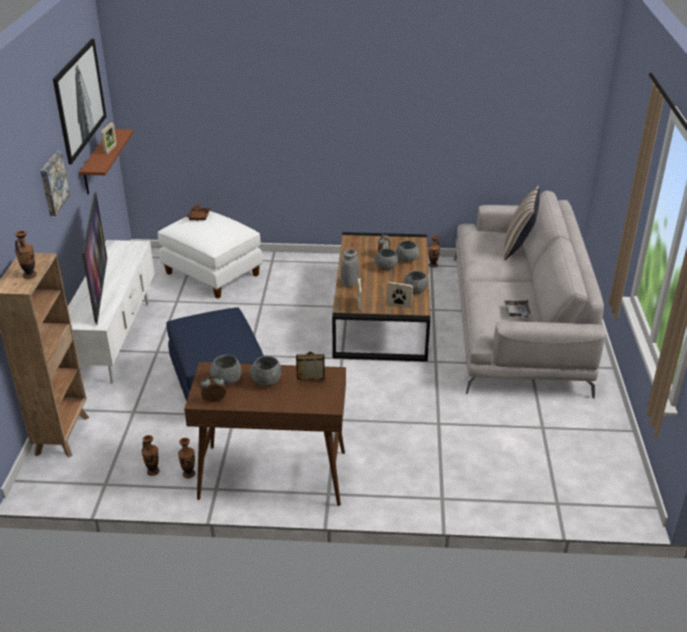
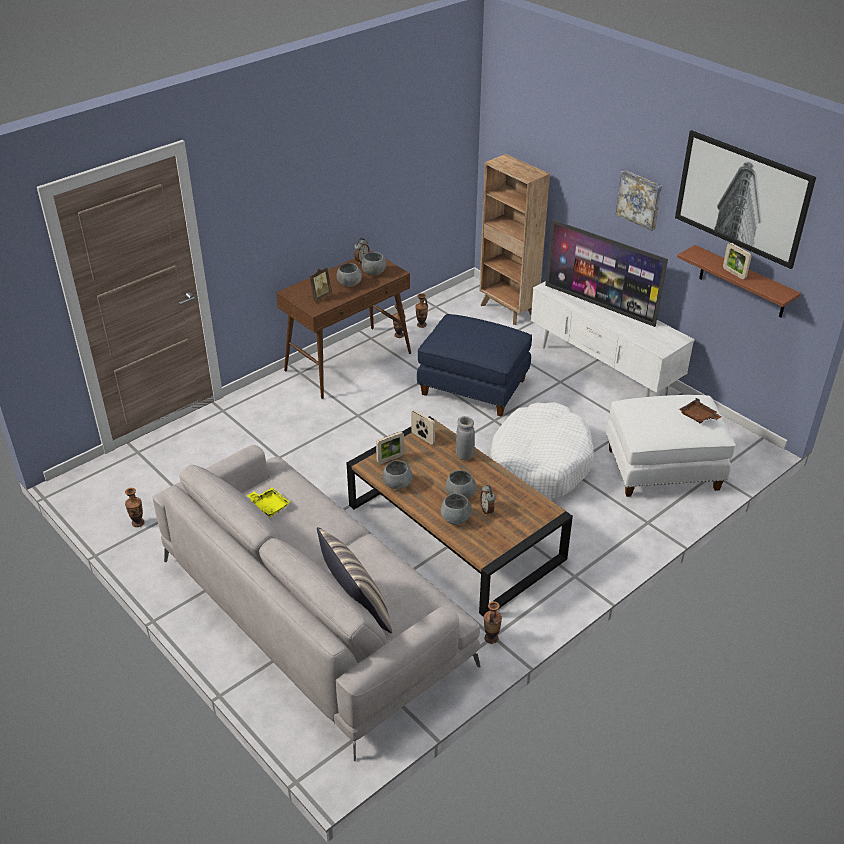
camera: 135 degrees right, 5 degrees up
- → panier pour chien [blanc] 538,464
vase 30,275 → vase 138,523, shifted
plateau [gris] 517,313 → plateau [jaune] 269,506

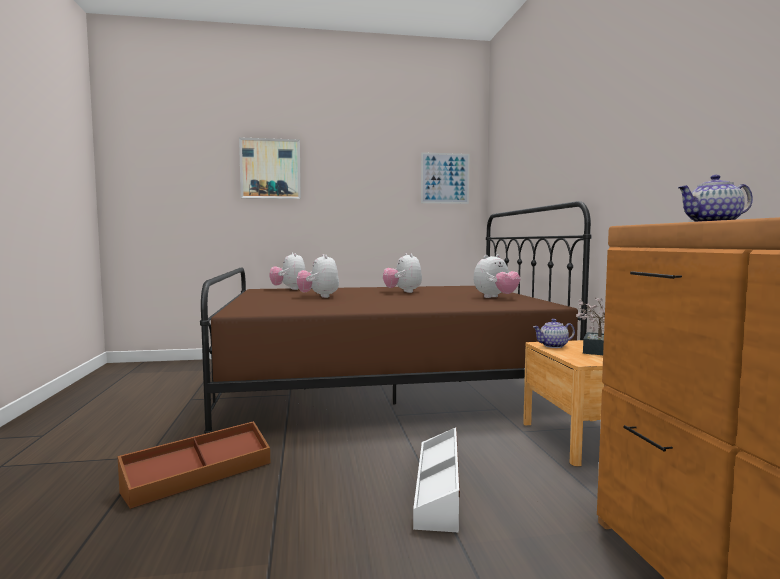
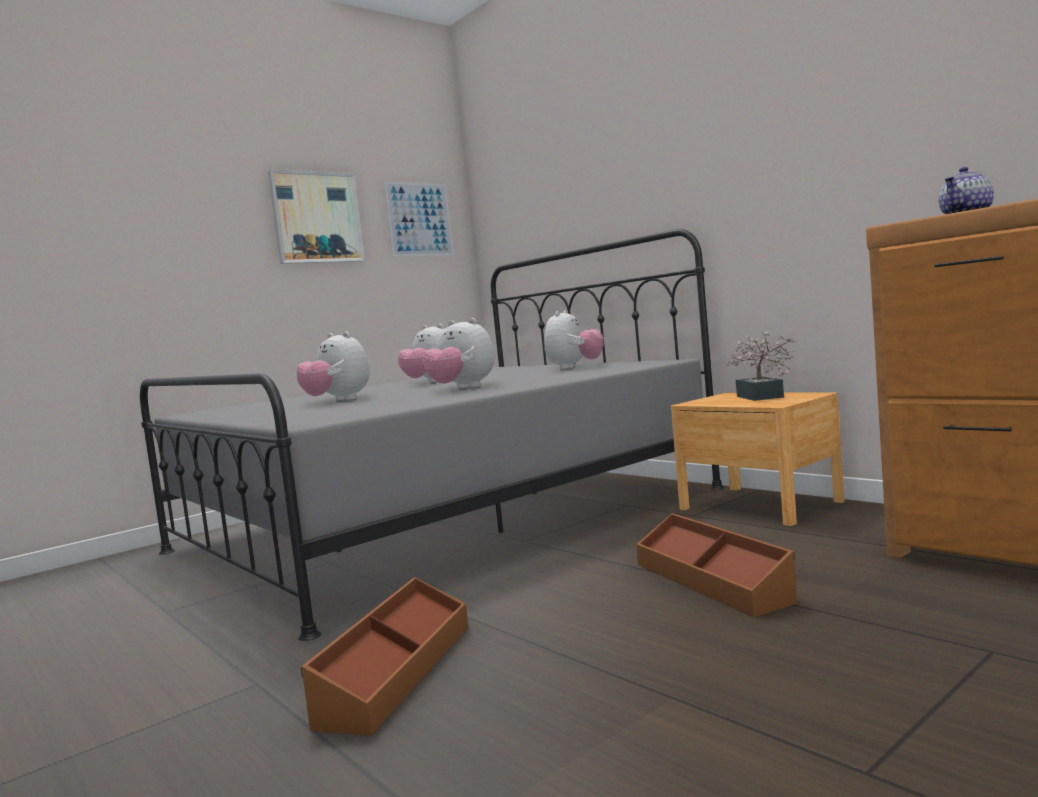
camera: 30 degrees left, 0 degrees up
théière 553,346 → -
tableau 270,169 → tableau 316,217, shifted
peluche 289,289 → peluche 462,388, shifted
lit [marron] 384,385 → lit [gris] 446,519
boîte de rangement [blanc] 439,489 → boîte de rangement [marron] 712,581

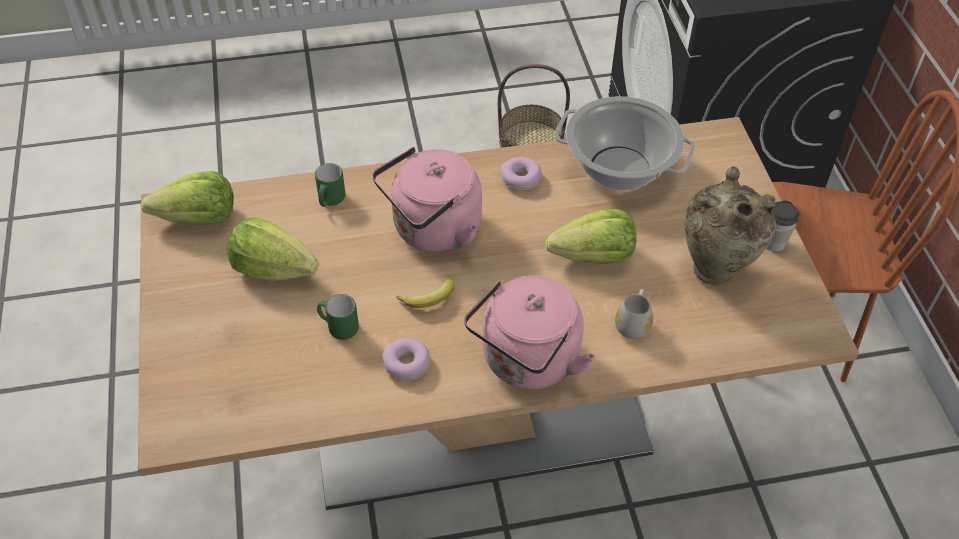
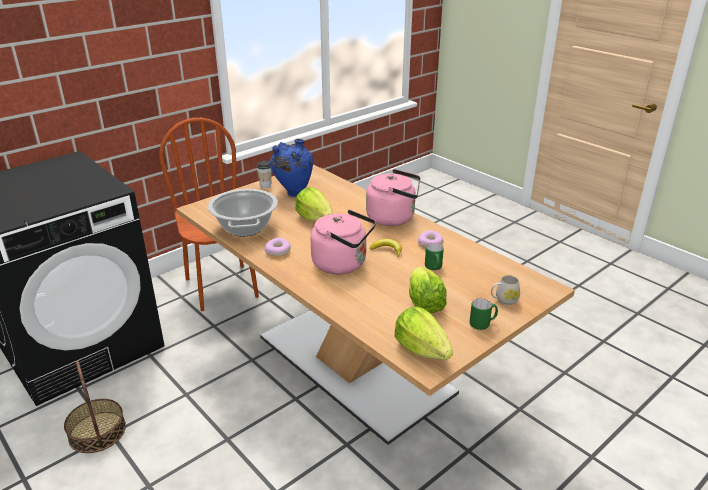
camera: 120 degrees left, 20 degrees down
mug [vert] 330,200 → mug [vert] 483,324, shifted
mug [blanc] 633,324 → mug [blanc] 503,300, shifted
vase [beige] 716,268 → vase [bleu] 293,193

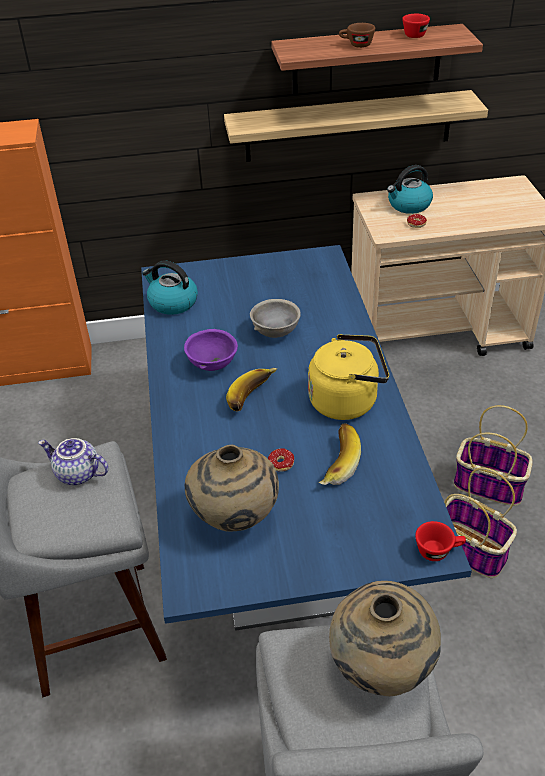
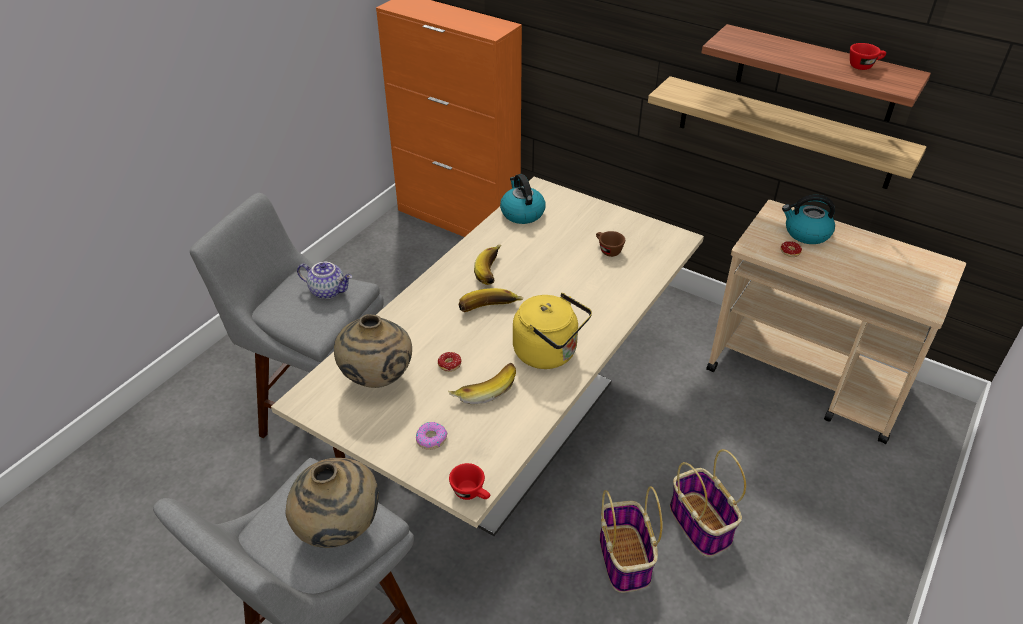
camera: 40 degrees right, 0 degrees up
bol [gris] 275,332 → -
- → beignet 431,439
tasse [marron] 356,45 → tasse [marron] 607,250, shifted
bol [violet] 213,365 → banane 493,272
table à manger [bleu] 278,517 → table à manger [beige] 511,431
théière 77,474 → théière 328,291, 135 degrees clockwise

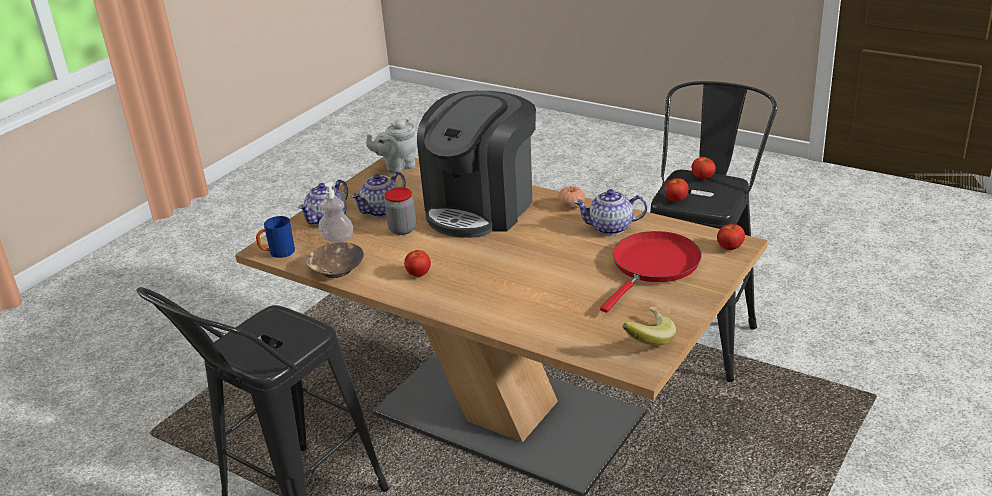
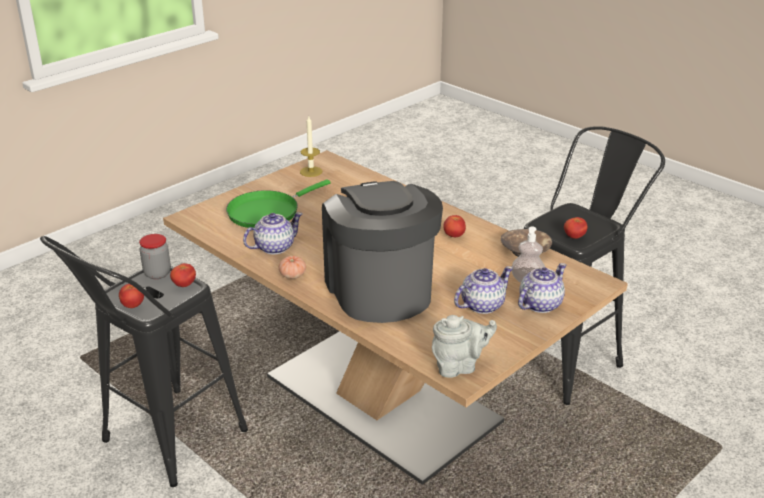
camera: 170 degrees left, 0 degrees up
mug [bleu] 277,253 → -
bocal 402,229 → bocal 157,273, shifted
tomate 730,247 → tomate 574,237, shifted
banane 646,339 → bougie 311,171
poêle [rouge] 653,266 → poêle [vert] 267,212
machine à café 481,207 → machine à café 379,290, 60 degrees counterclockwise
théière 611,228 → théière 274,247, 45 degrees counterclockwise

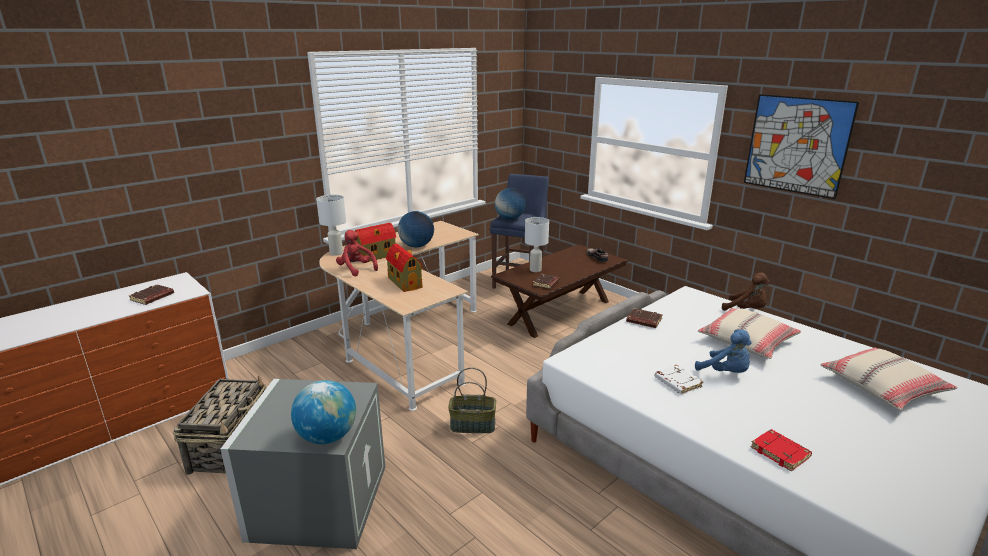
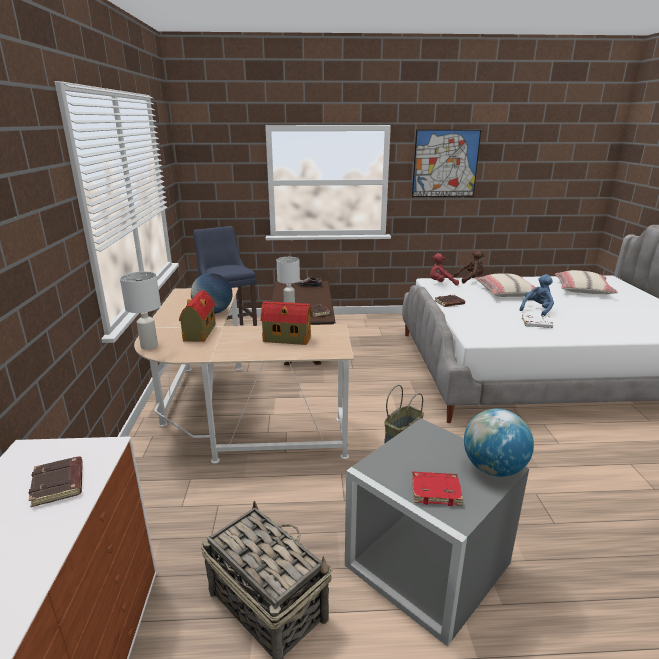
camera: 50 degrees left, 0 degrees up
globe 509,218 → -
peluche [rouge] 356,269 → peluche [rouge] 441,284, shifted
livre [rouge] 781,453 → livre [rouge] 436,491, shifted
peluche [bleu] 725,373 → peluche [bleu] 537,310, 45 degrees counterclockwise

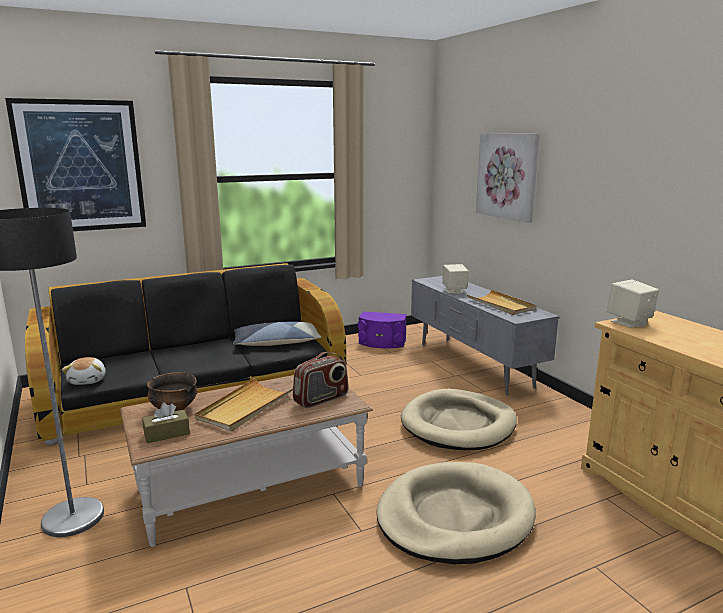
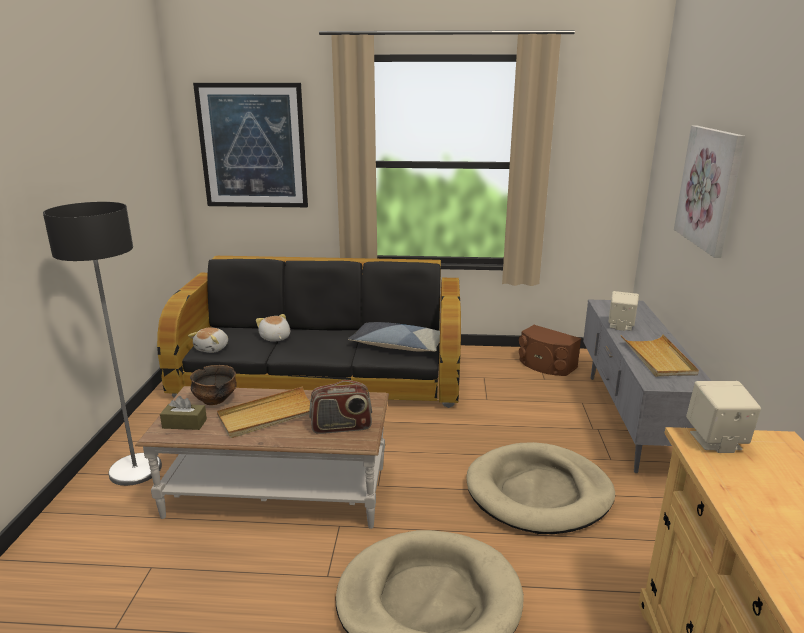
camera: 30 degrees right, 5 degrees up
- → peluche 275,338
enceinte [violet] 382,343 → enceinte [marron] 546,365

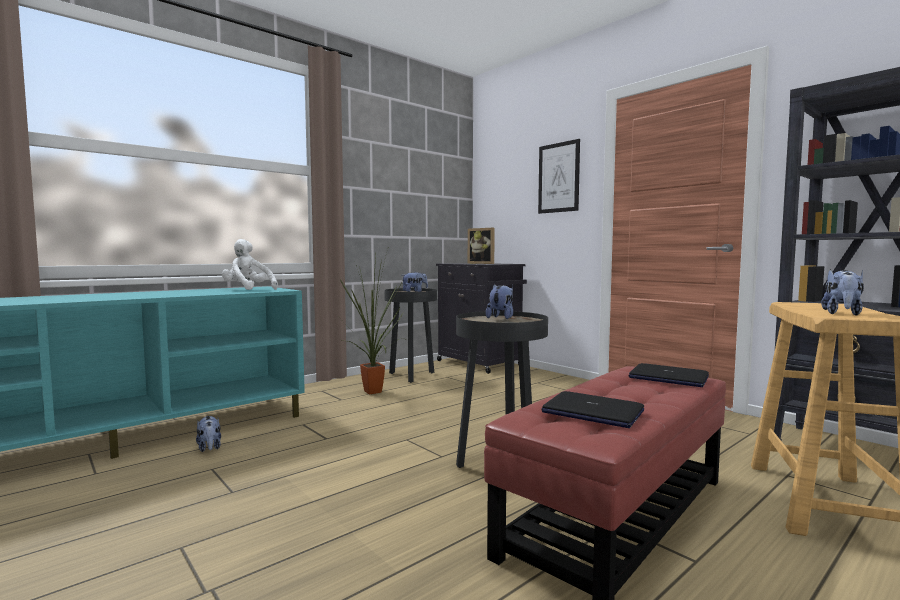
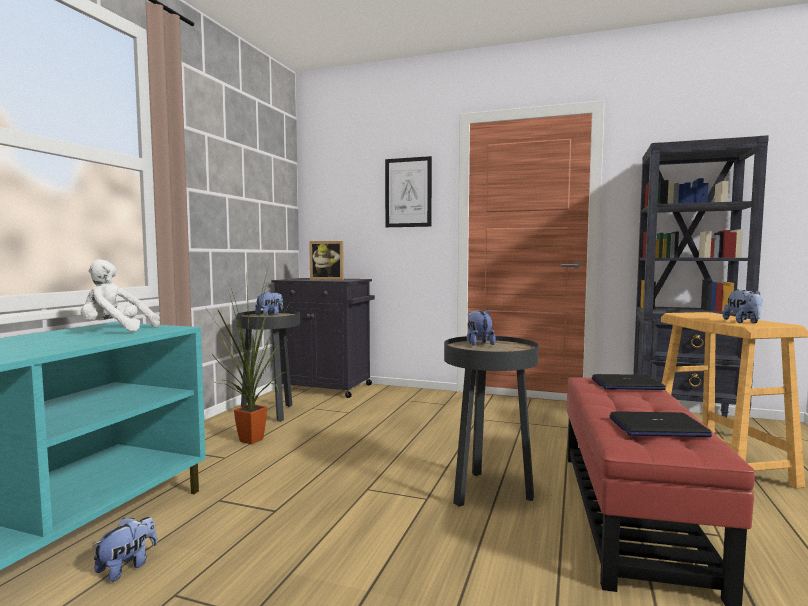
camera: 30 degrees left, 0 degrees up
peluche 209,448 → peluche 127,567, 90 degrees counterclockwise

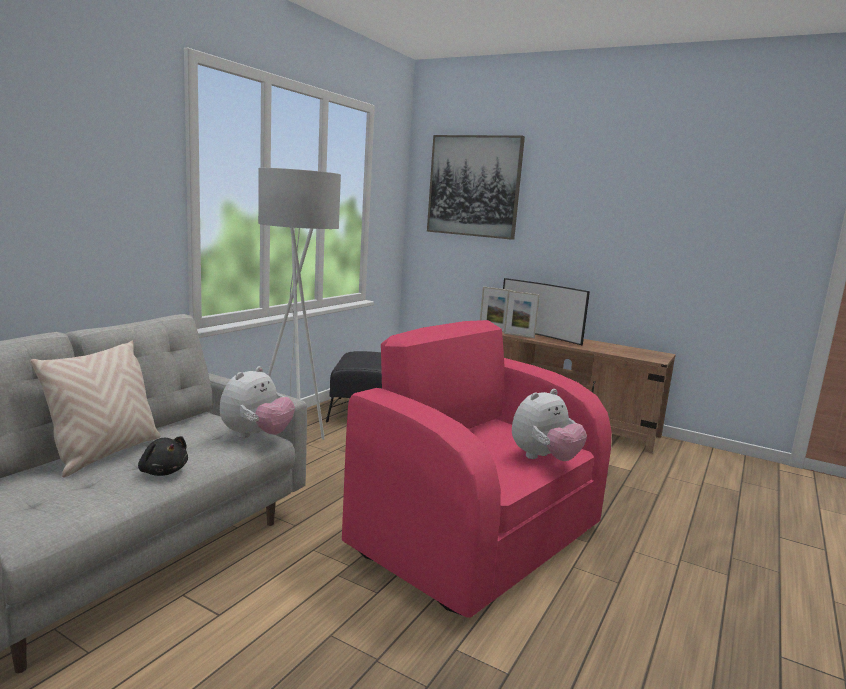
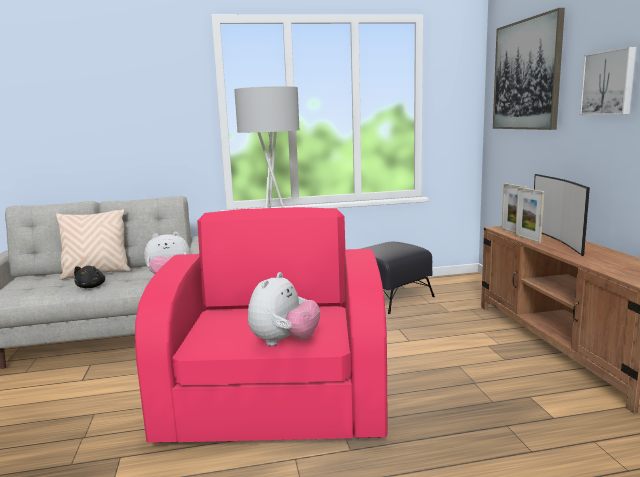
camera: 50 degrees right, 0 degrees up
- → tableau 609,83
peluche 544,459 → peluche 284,342, 75 degrees counterclockwise

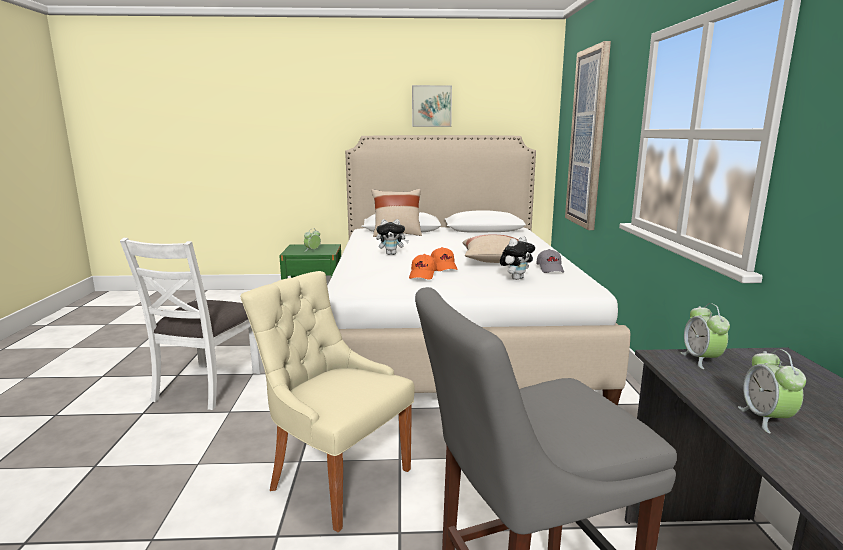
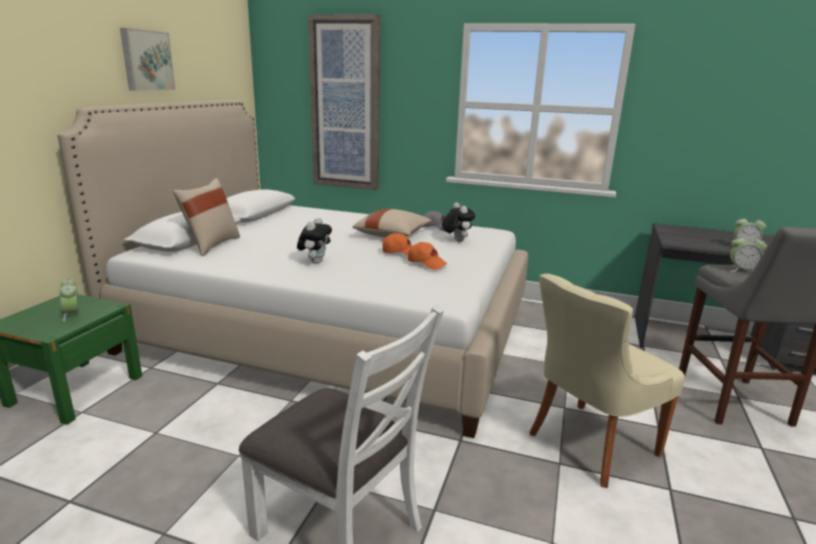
camera: 70 degrees left, 5 degrees up
réveil 701,360 → réveil 742,270, shifted

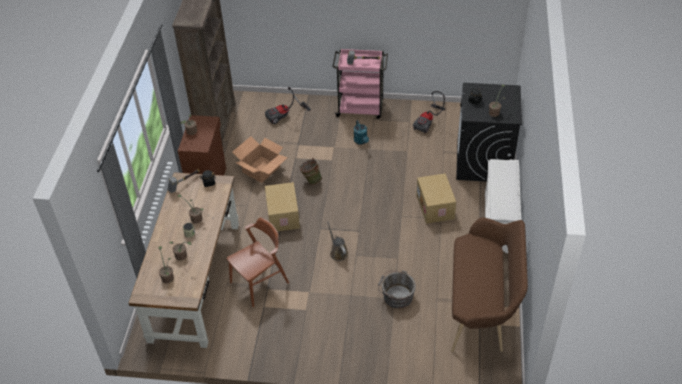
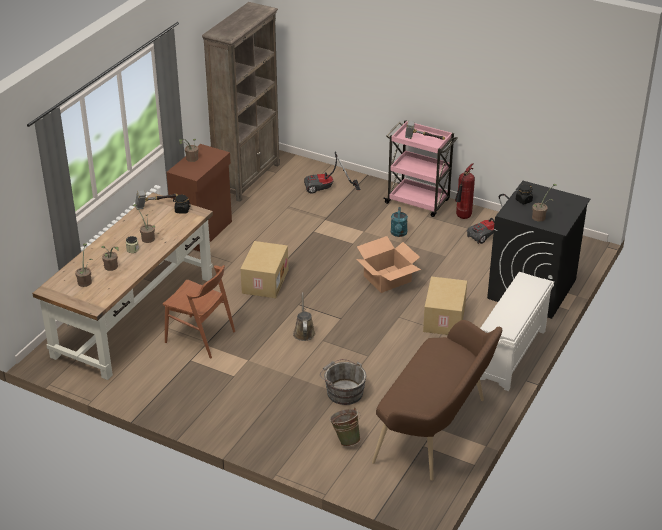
camera: 20 degrees right, 10 degrees down
- → extincteur 463,217
carton 261,169 → carton 387,279, shifted
seau [vert] 311,180 → seau [vert] 345,439, shifted
chaise [marron] 259,282 → chaise [marron] 200,337, 45 degrees clockwise

